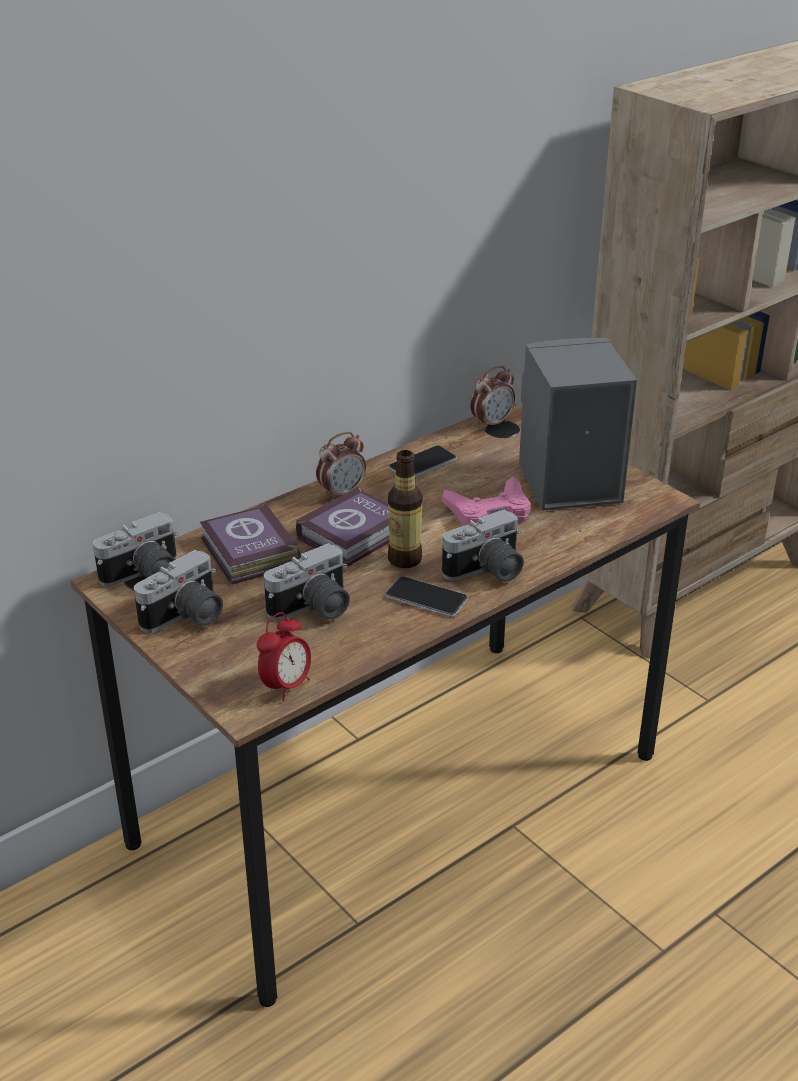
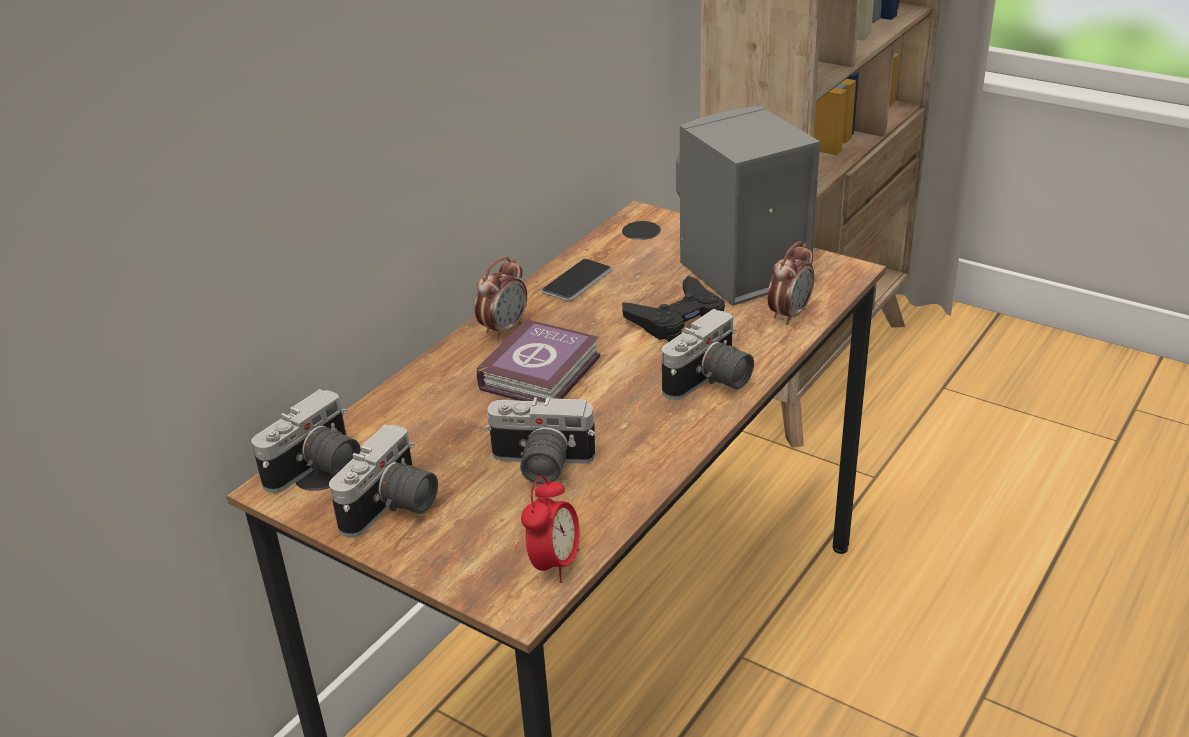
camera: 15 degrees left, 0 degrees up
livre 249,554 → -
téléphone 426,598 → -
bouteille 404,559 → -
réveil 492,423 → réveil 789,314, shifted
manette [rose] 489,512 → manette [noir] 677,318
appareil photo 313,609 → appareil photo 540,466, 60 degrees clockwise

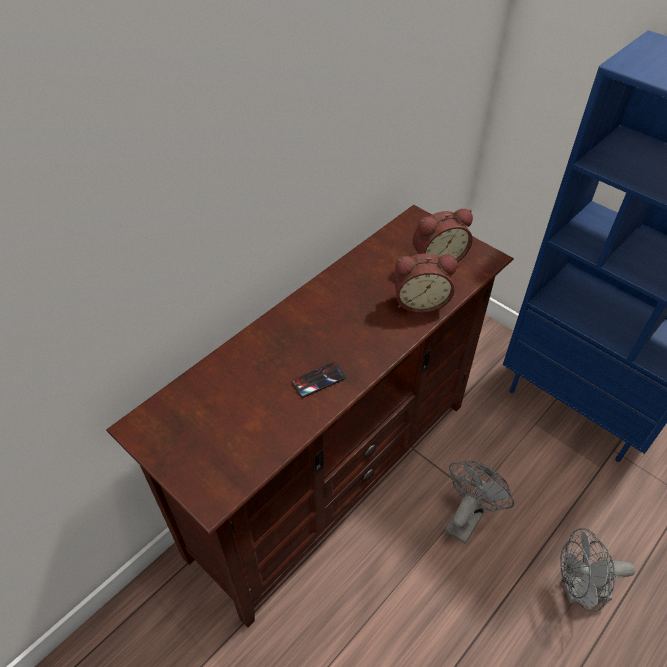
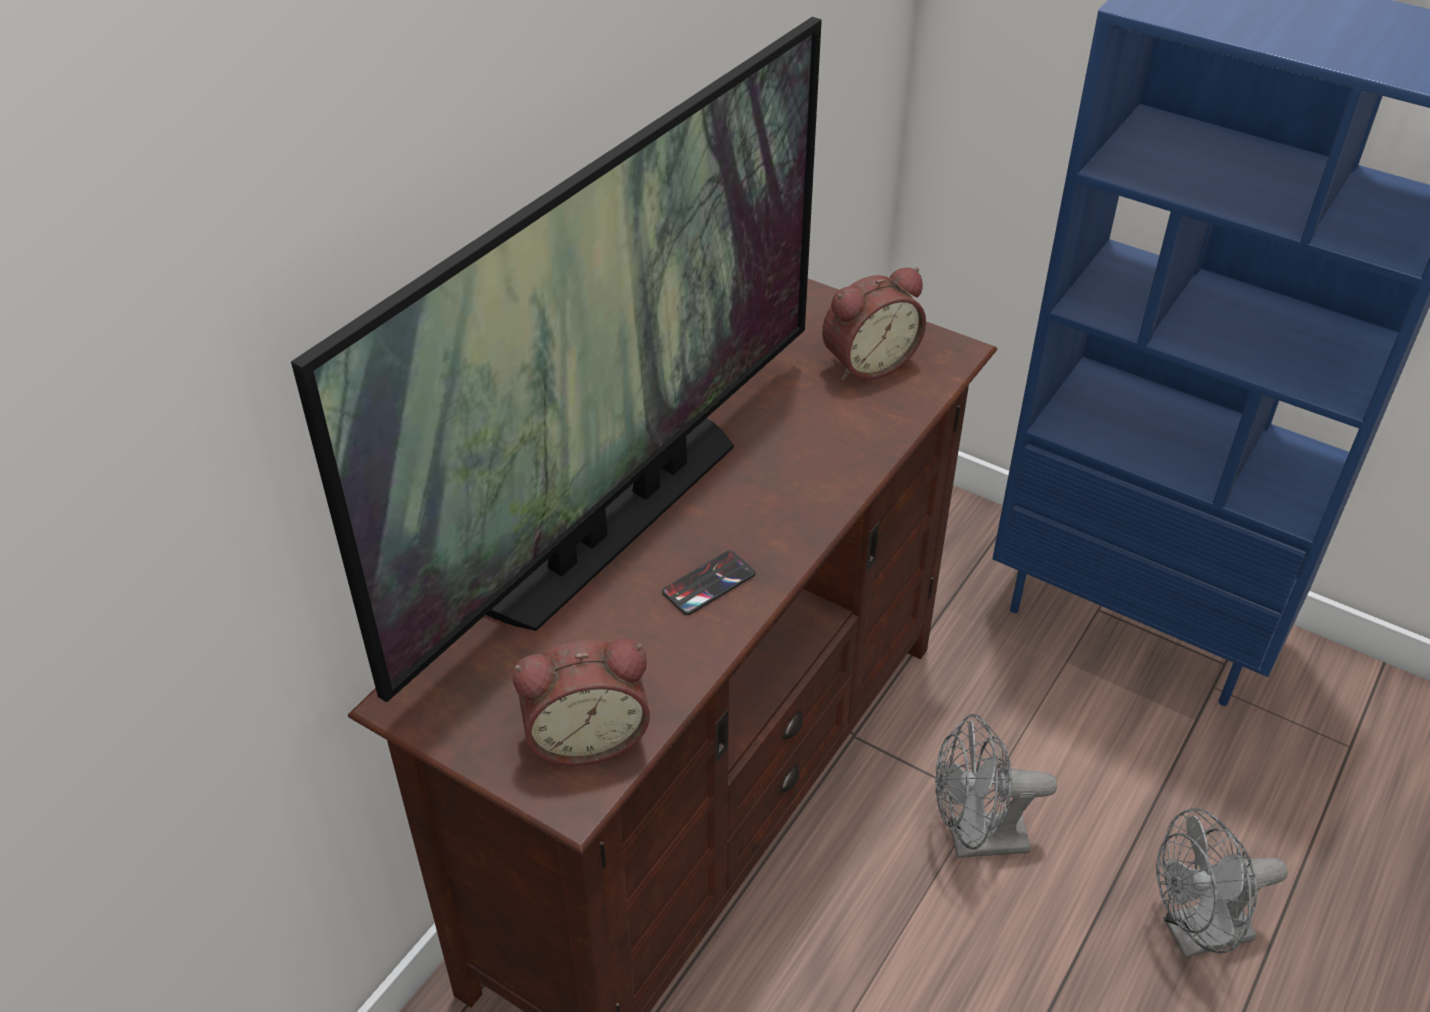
camera: 10 degrees left, 5 degrees down
- → téléviseur 614,519
réveil 420,301 → réveil 586,735, shifted
ventilateur [gris] 466,517 → ventilateur [gris] 975,840, 120 degrees counterclockwise

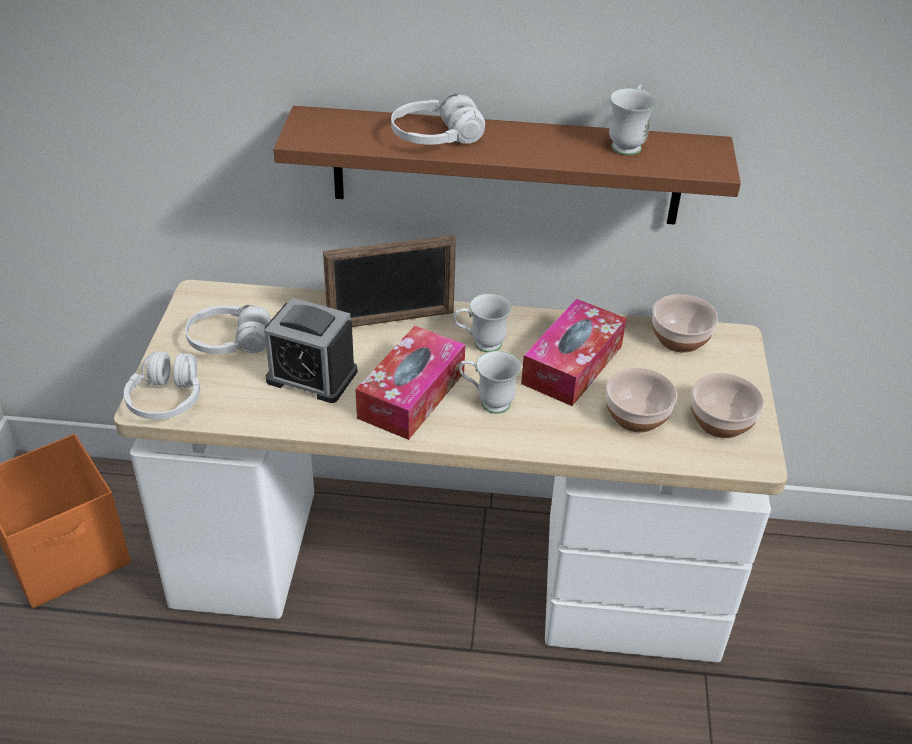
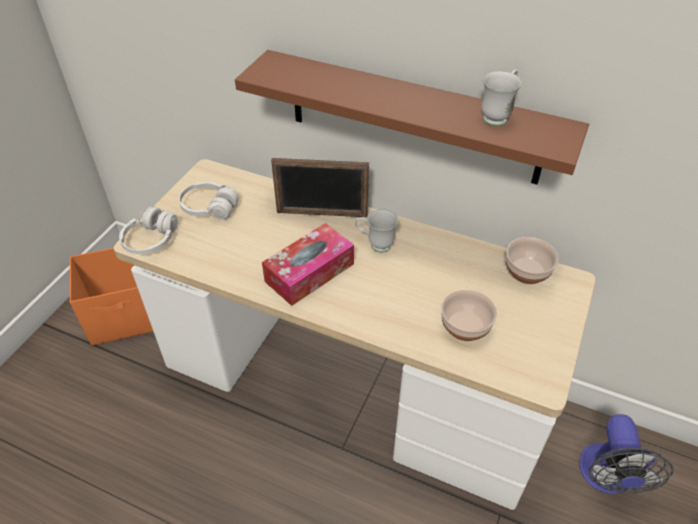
camera: 20 degrees right, 5 degrees up
réveil 312,376 → -
casque audio [blanc] 436,138 → -
mug [blanc] 487,402 → -
boîte à mouchoirs 572,364 → -
bol 721,422 → -
- → ventilateur 607,478

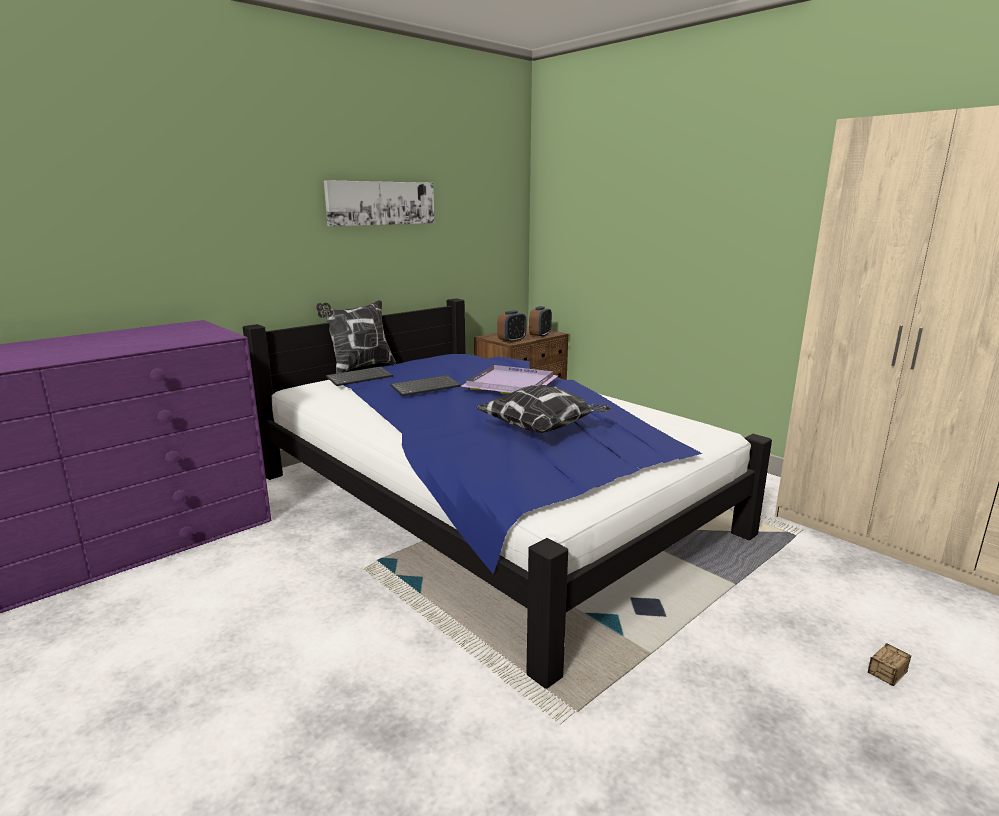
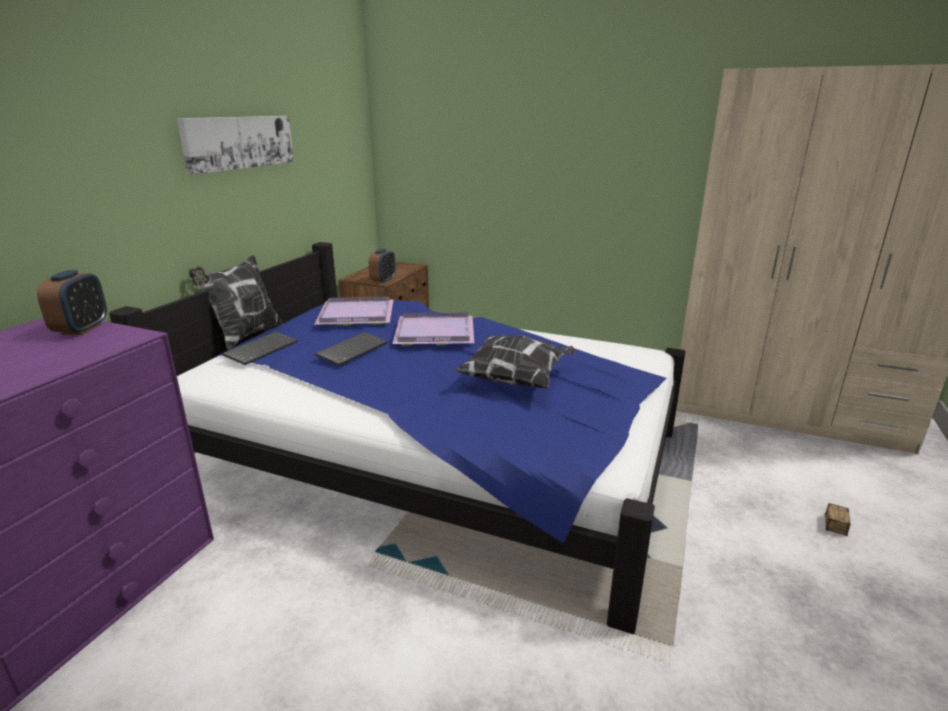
camera: 25 degrees left, 5 degrees up
- → plateau [violet] 355,314
réveil 540,336 → réveil 82,329, shifted

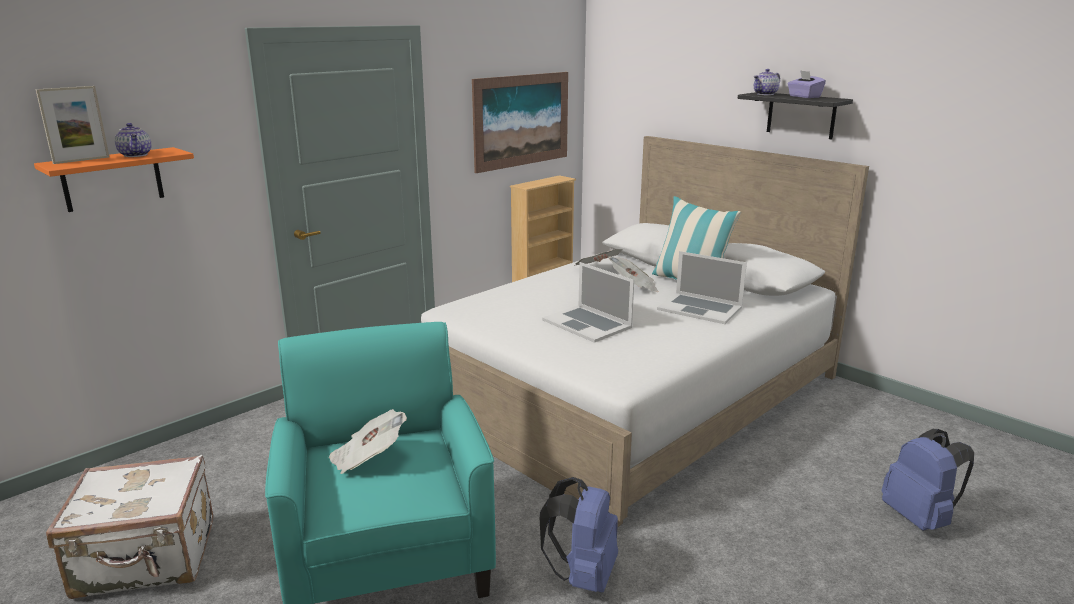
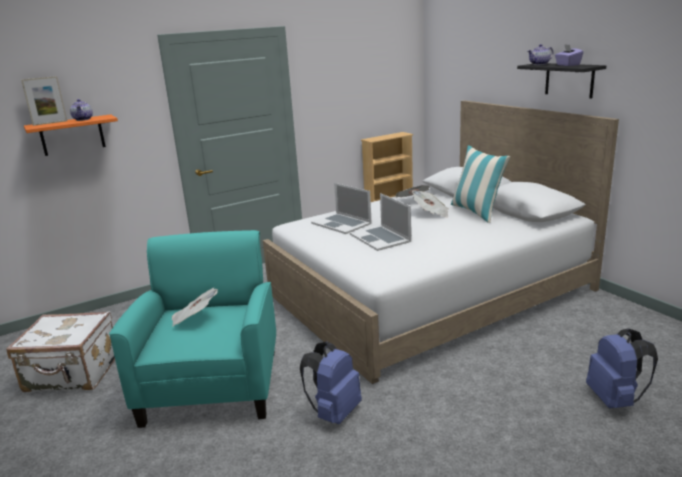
camera: 15 degrees right, 0 degrees up
tableau 522,120 → -
ordinateur portable 700,308 → ordinateur portable 341,223, shifted

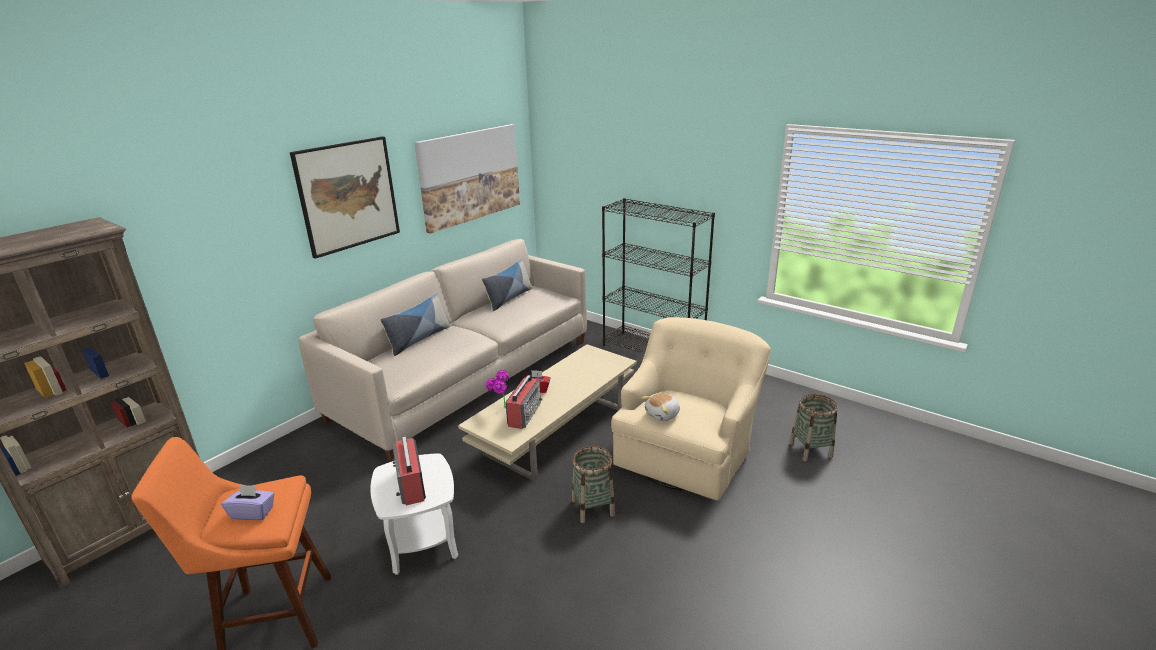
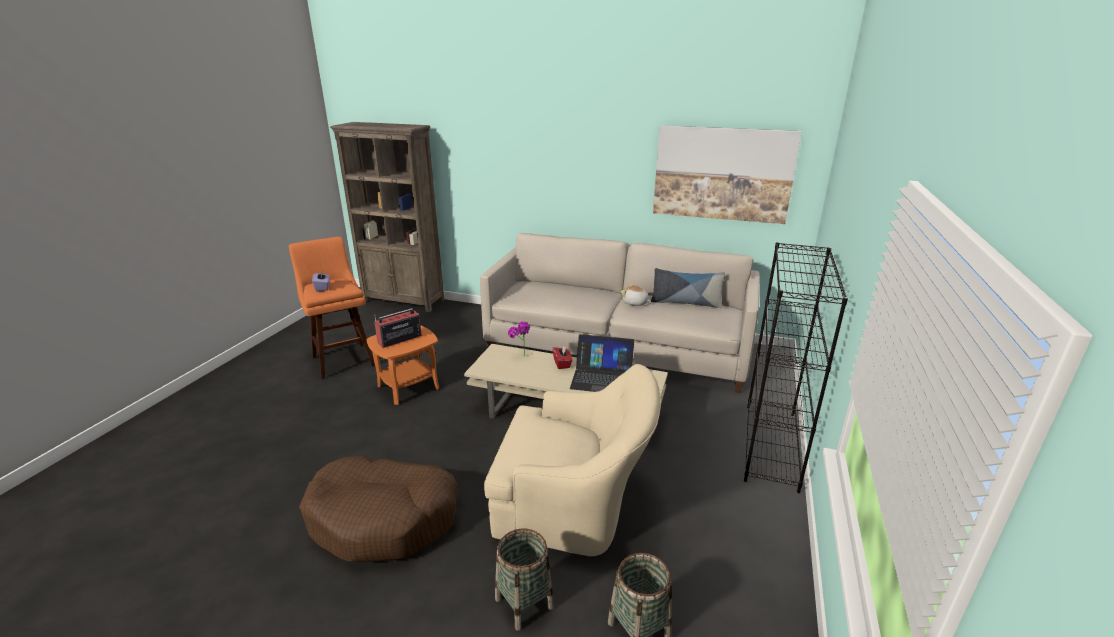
camera: 70 degrees right, 0 degrees up
tableau 348,195 → -
coussin 419,339 → -
radio 524,414 → -
- → panier pour chien [marron] 384,519
- → ordinateur portable 602,378
panier 593,507 → panier 524,603, shifted
peluche 663,414 → peluche 635,303, shifted
table d'appoint [blanc] 422,542 → table d'appoint [orange] 408,387

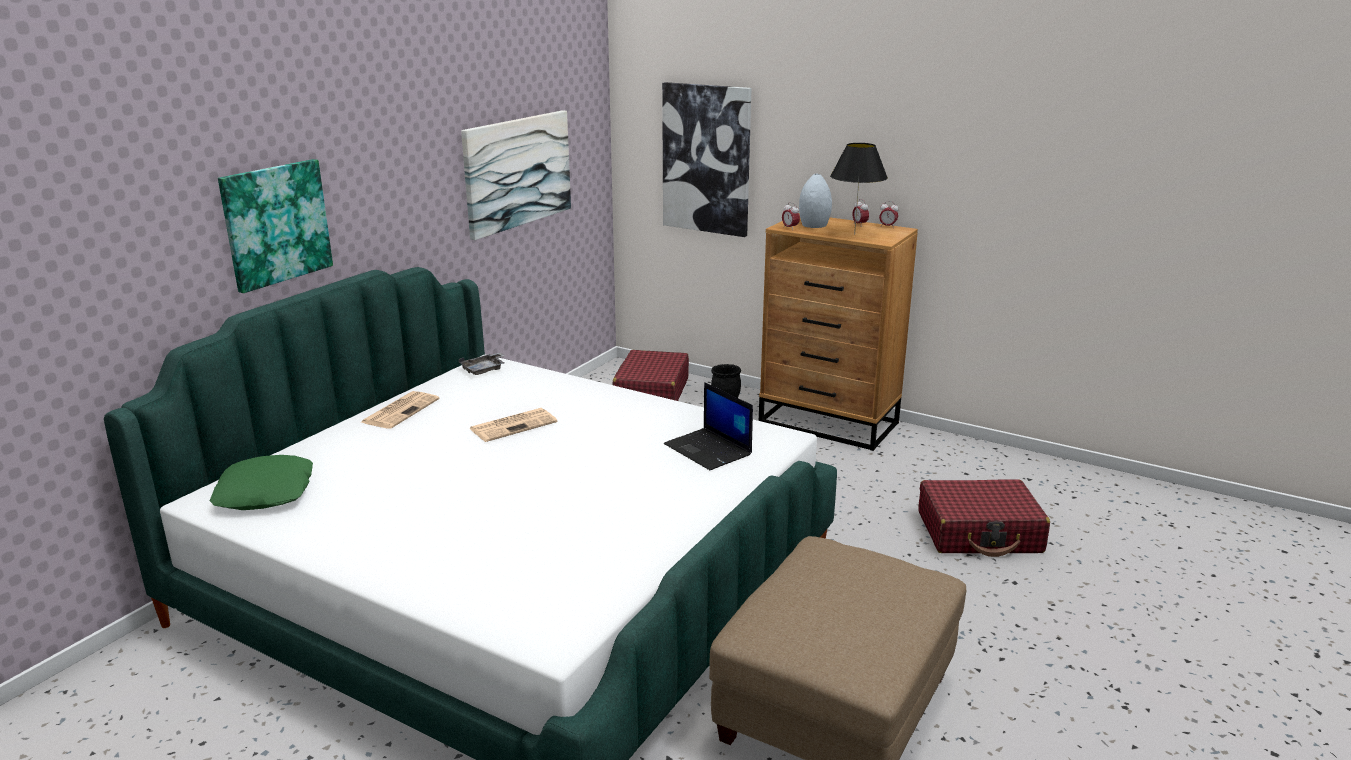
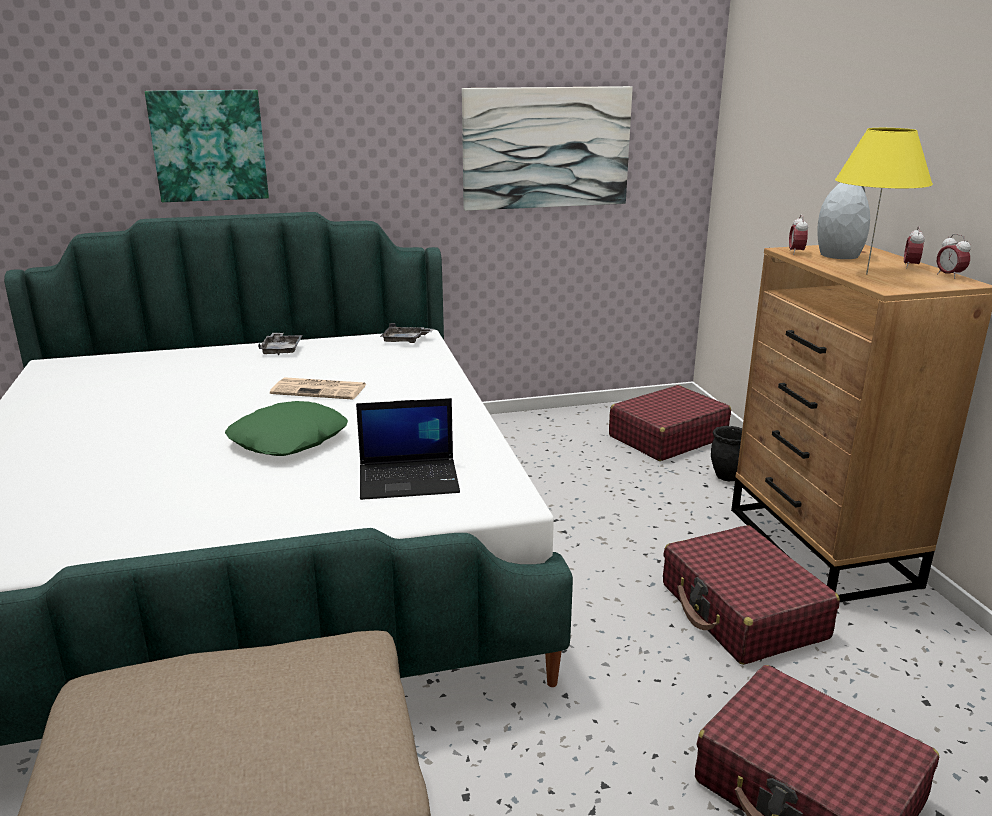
camera: 45 degrees right, 0 degrees up
tableau 706,159 → -
- → valise [rouge] 742,611
coussin [vert] 266,493 → coussin [vert] 289,440, shifted
journal 400,410 → plateau [gris] 282,350
lampe de table [noir] 855,235 → lampe de table [jaune] 867,274
ordinateur portable 709,450 → ordinateur portable 410,479, 105 degrees counterclockwise

